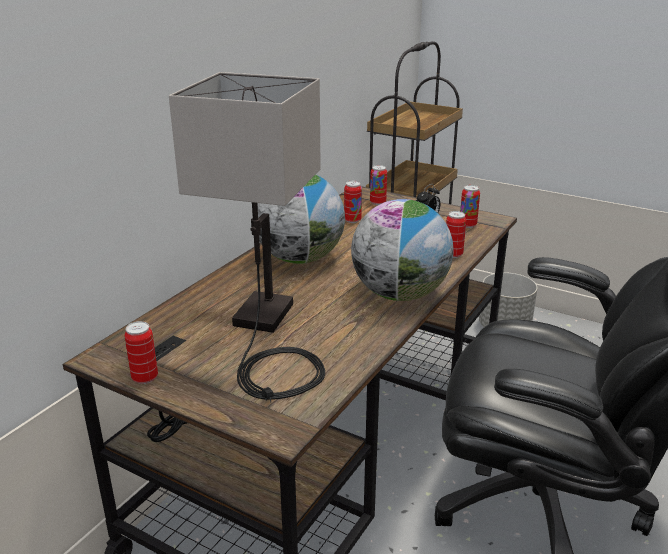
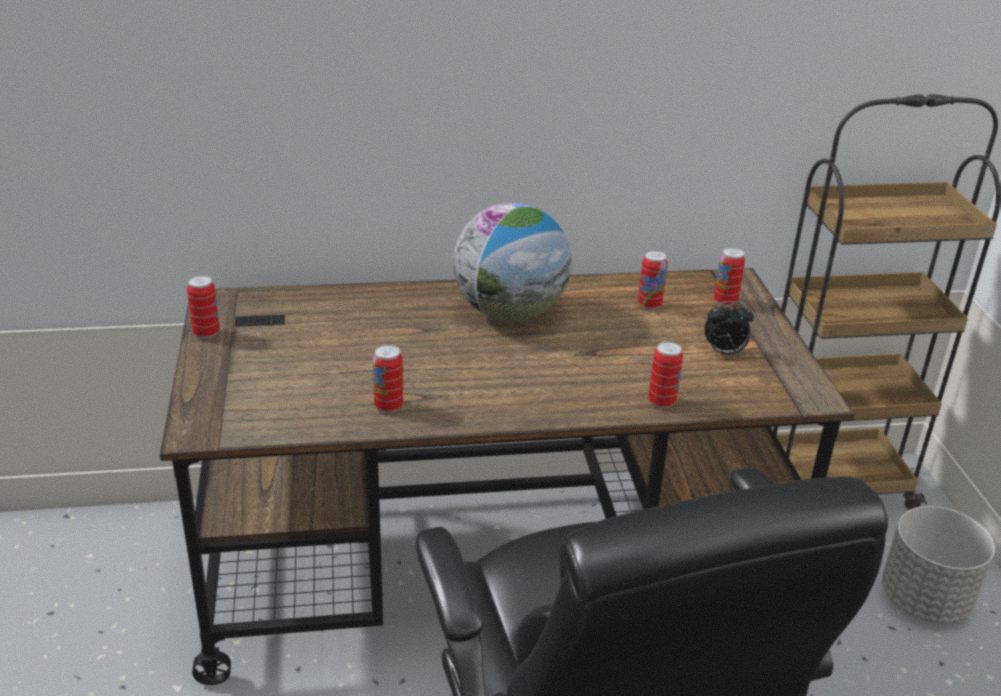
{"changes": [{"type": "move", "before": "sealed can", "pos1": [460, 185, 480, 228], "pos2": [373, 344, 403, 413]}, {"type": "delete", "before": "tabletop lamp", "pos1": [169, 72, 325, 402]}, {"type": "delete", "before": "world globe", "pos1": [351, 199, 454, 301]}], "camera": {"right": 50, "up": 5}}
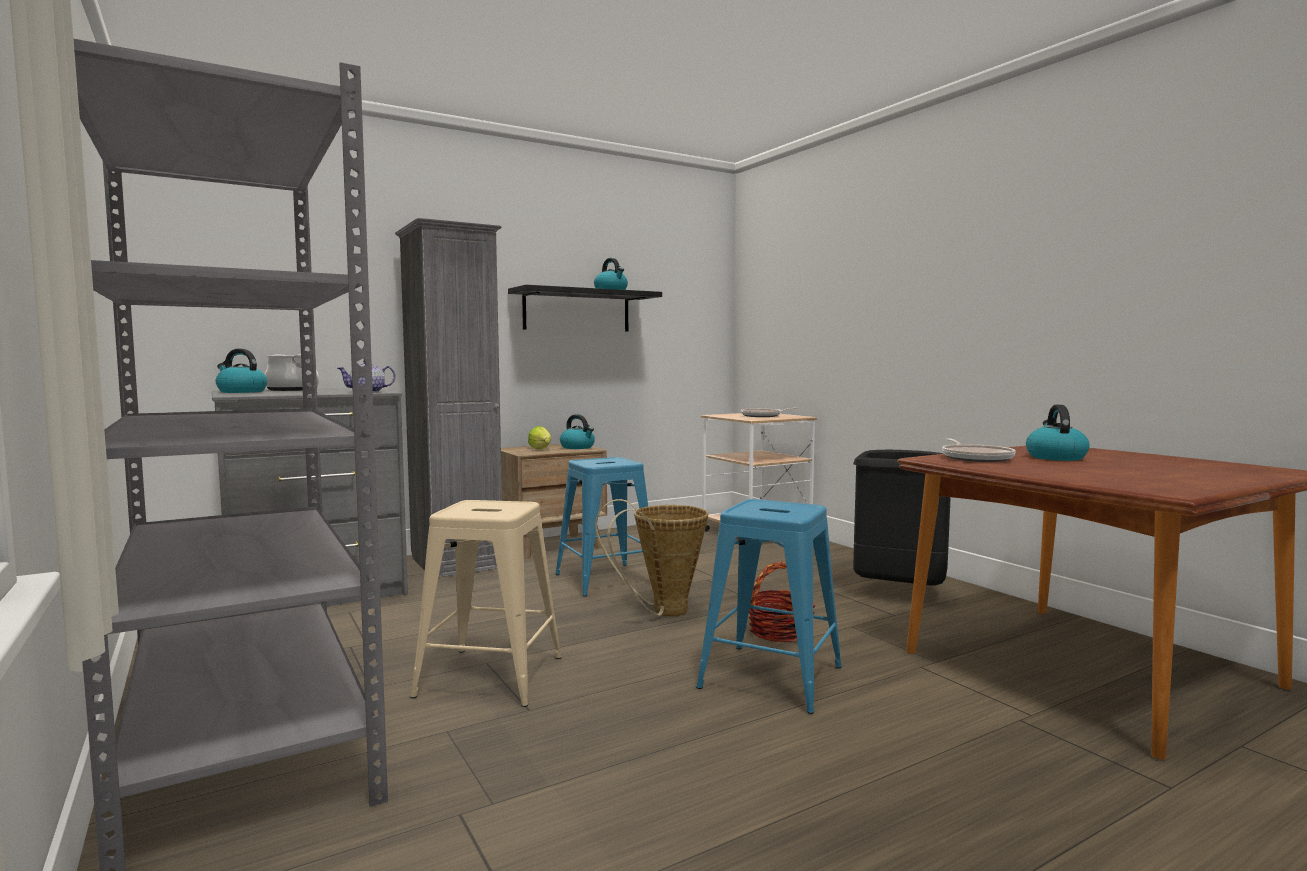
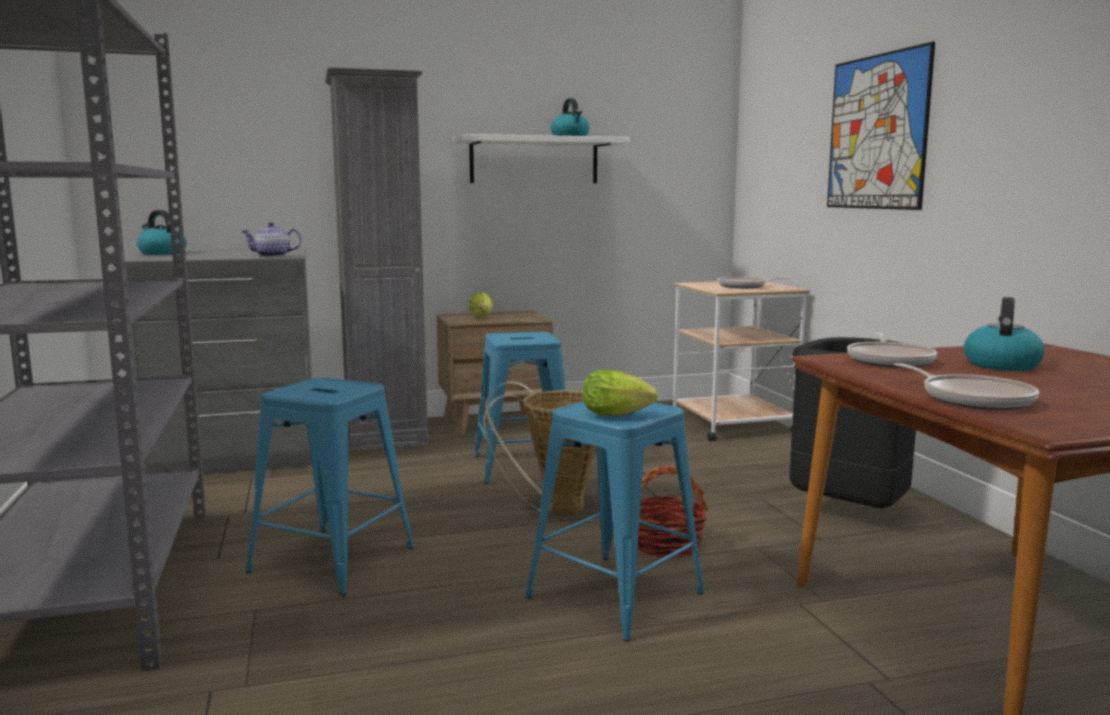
{"changes": [{"type": "recolor", "before": "sand-coloured stool seat", "after": "bluish stool seat", "pos1": [410, 500, 561, 707], "pos2": [246, 378, 414, 595]}, {"type": "recolor", "before": "blackish bracket shelf", "after": "whitish bracket shelf", "pos1": [508, 285, 662, 332], "pos2": [453, 134, 630, 183]}, {"type": "insert", "after": "lettuce head", "pos2": [583, 370, 658, 416]}, {"type": "insert", "after": "picture", "pos2": [827, 42, 935, 210]}, {"type": "insert", "after": "pan", "pos2": [894, 363, 1039, 410]}, {"type": "delete", "before": "cooking pot", "pos1": [265, 354, 319, 391]}, {"type": "delete", "before": "water kettle", "pos1": [560, 414, 595, 449]}], "camera": {"right": 15, "up": 5}}
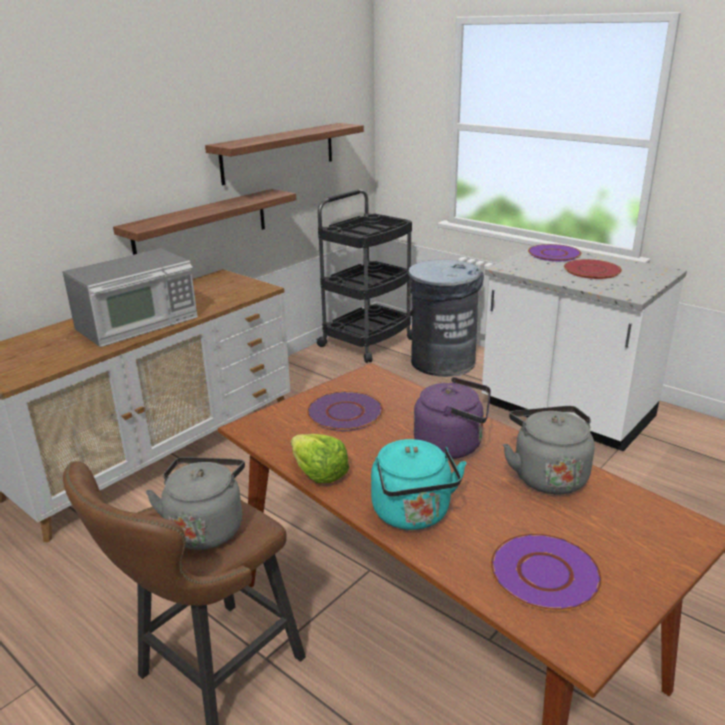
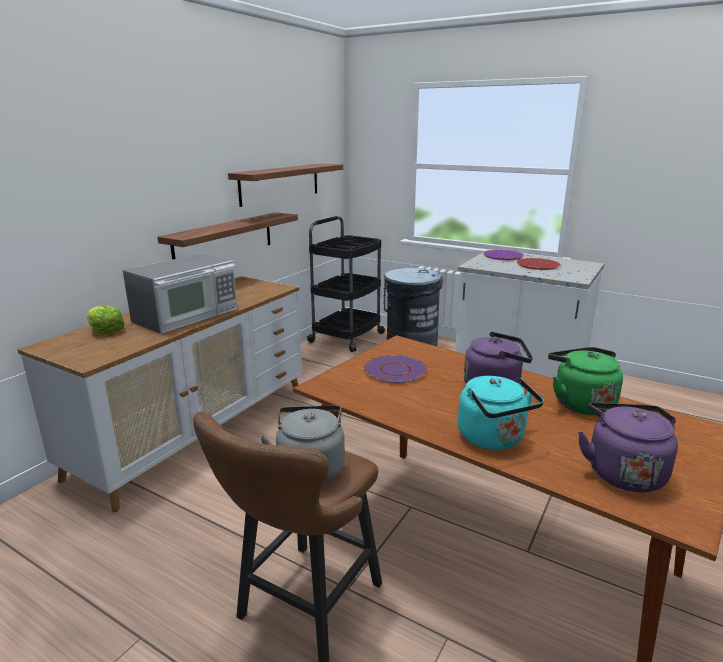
{"changes": [{"type": "move", "before": "lettuce head", "pos1": [291, 434, 349, 483], "pos2": [87, 306, 125, 334]}, {"type": "recolor", "before": "grey water kettle", "after": "greenish water kettle", "pos1": [503, 406, 595, 494], "pos2": [548, 347, 623, 415]}, {"type": "replace", "before": "purple-coloured plate", "after": "purple-coloured water kettle", "pos1": [490, 534, 602, 611], "pos2": [578, 403, 678, 492]}], "camera": {"right": -10, "up": -5}}
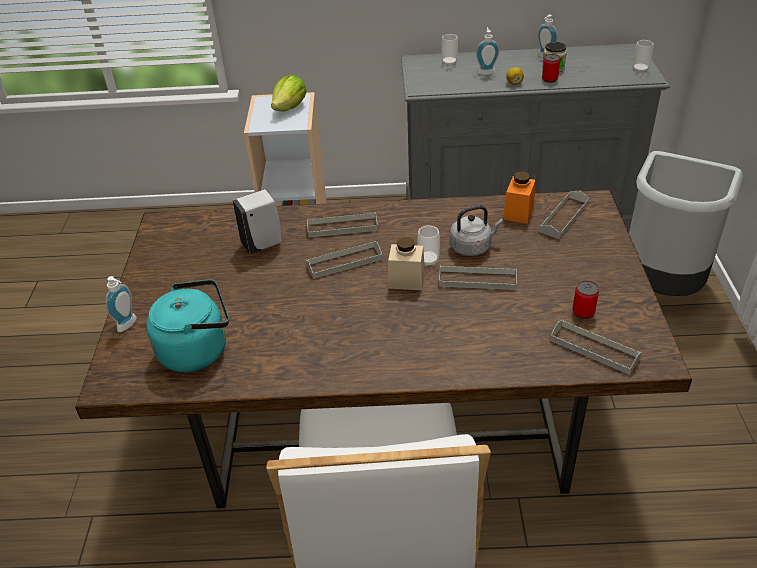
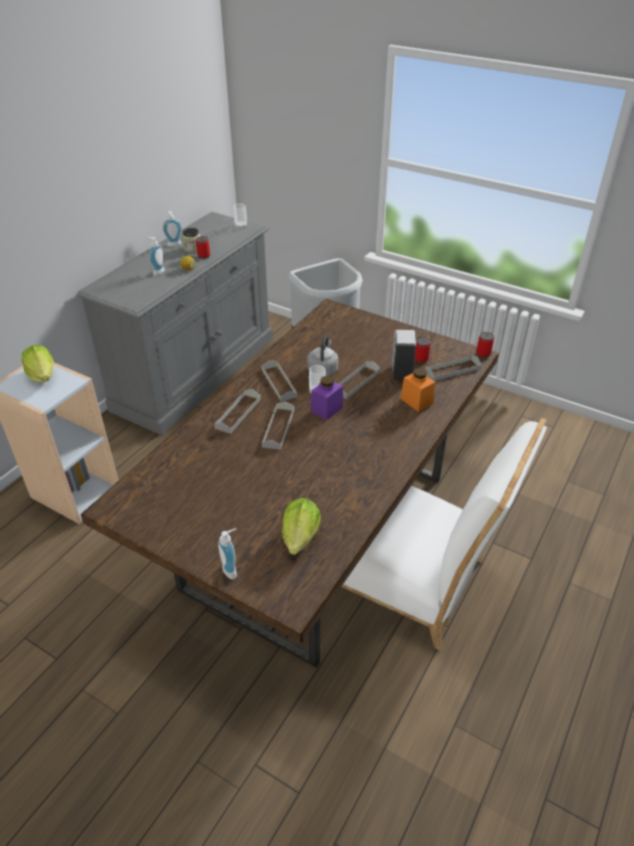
{"changes": [{"type": "move", "before": "grey serving tray", "pos1": [539, 190, 589, 239], "pos2": [262, 360, 298, 402]}, {"type": "replace", "before": "turquoise-coloured water kettle", "after": "lettuce head", "pos1": [146, 279, 229, 372], "pos2": [282, 498, 321, 555]}, {"type": "recolor", "before": "sand-coloured preserve jar", "after": "purple-coloured preserve jar", "pos1": [388, 237, 425, 290], "pos2": [310, 376, 343, 420]}, {"type": "move", "before": "whitish liquid soap bottle", "pos1": [233, 189, 281, 254], "pos2": [392, 330, 416, 379]}, {"type": "move", "before": "orangey preserve jar", "pos1": [503, 171, 536, 224], "pos2": [400, 368, 435, 412]}, {"type": "insert", "after": "sealed can", "pos2": [476, 332, 494, 358]}, {"type": "delete", "before": "cup", "pos1": [441, 34, 458, 66]}], "camera": {"right": -60, "up": 0}}
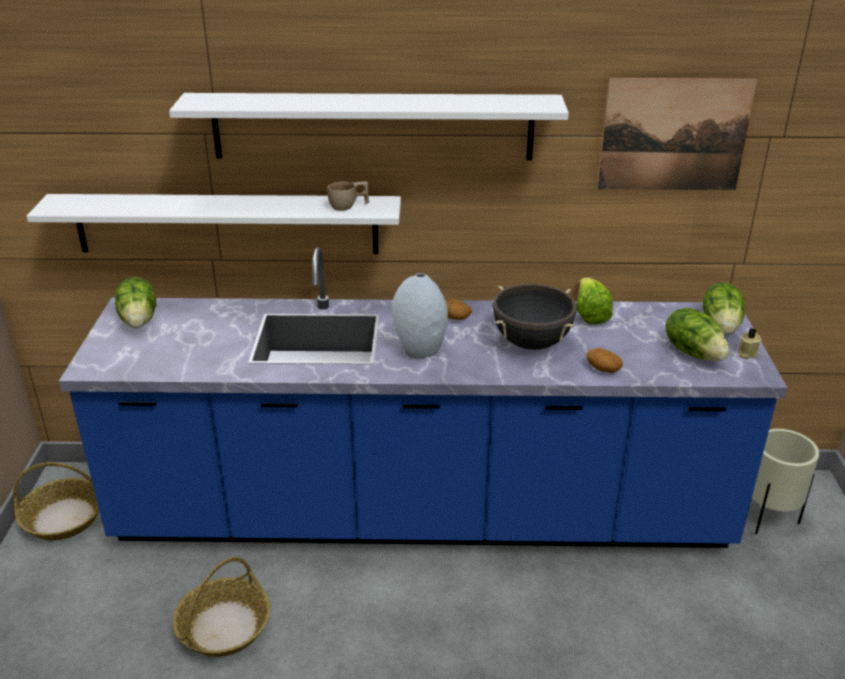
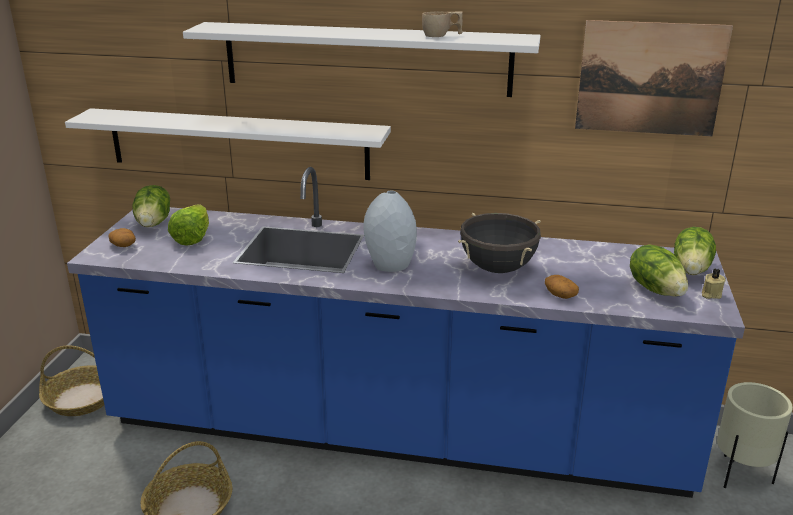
{"changes": [{"type": "move", "before": "whole potato", "pos1": [446, 299, 472, 320], "pos2": [108, 228, 136, 247]}, {"type": "move", "before": "lettuce head", "pos1": [576, 278, 613, 325], "pos2": [168, 204, 209, 246]}, {"type": "move", "before": "sand-coloured cup", "pos1": [327, 181, 369, 211], "pos2": [422, 11, 463, 37]}], "camera": {"right": 10, "up": -5}}
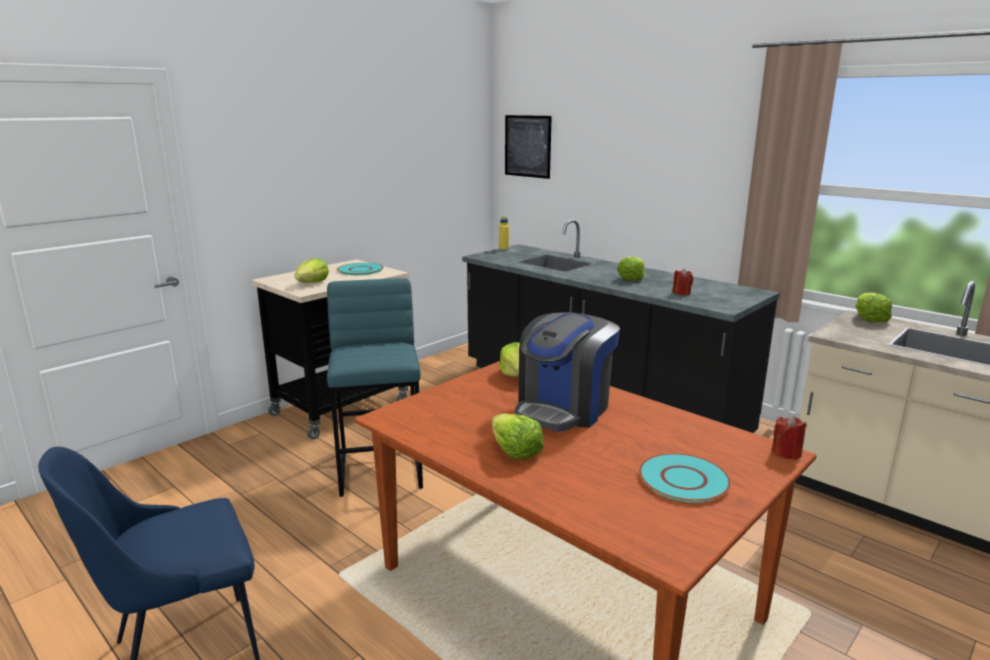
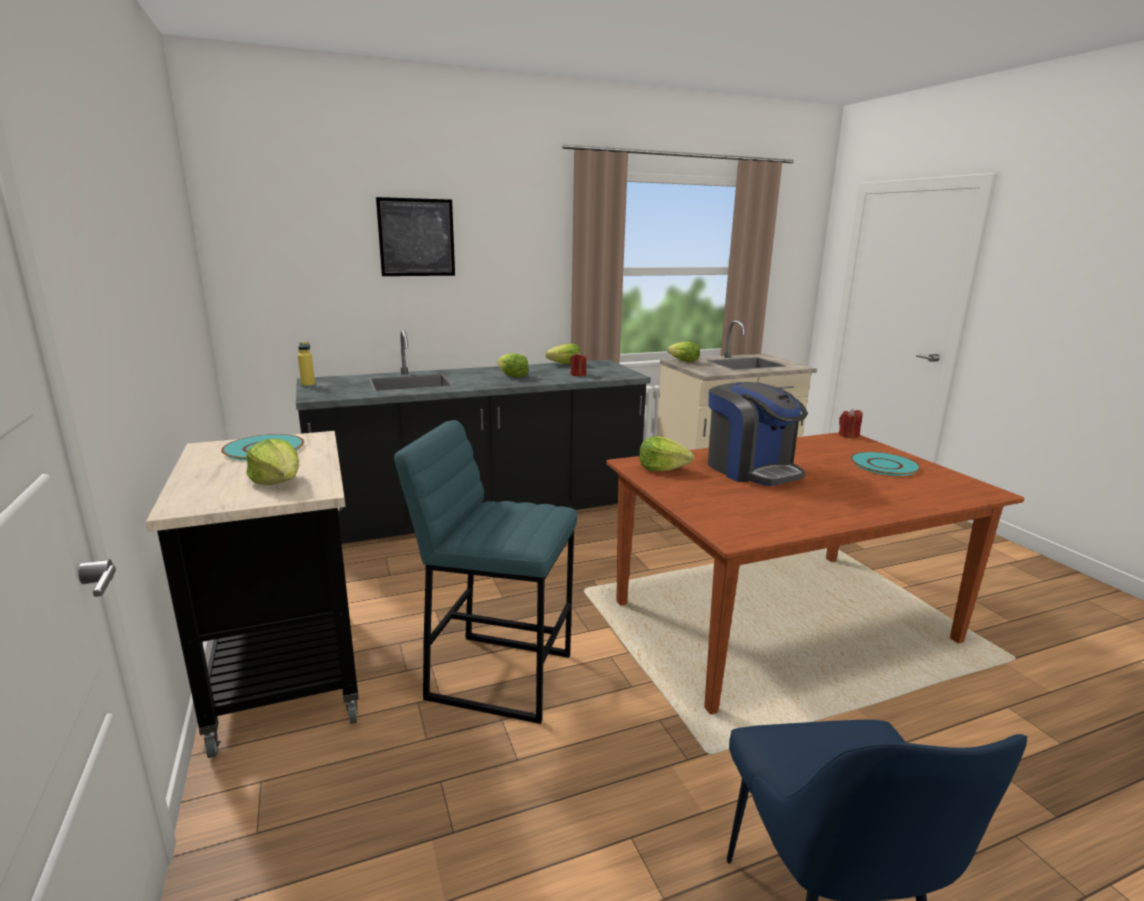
{"changes": [{"type": "move", "before": "picture", "pos1": [505, 115, 552, 179], "pos2": [376, 197, 455, 276]}, {"type": "move", "before": "lettuce head", "pos1": [492, 414, 544, 459], "pos2": [545, 344, 581, 365]}], "camera": {"right": -65, "up": 0}}
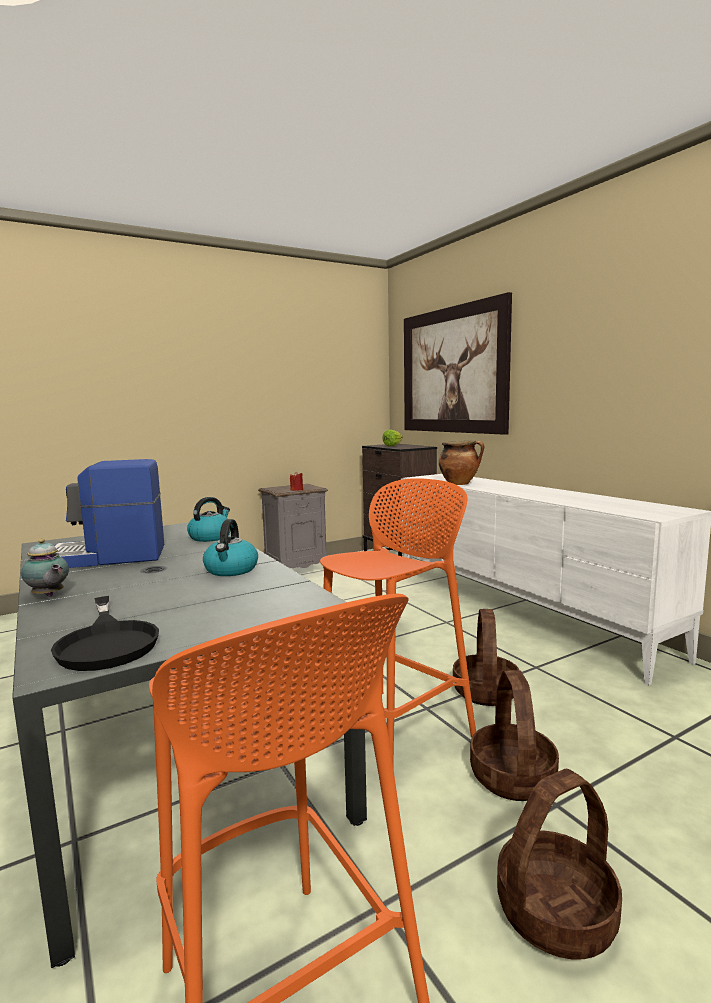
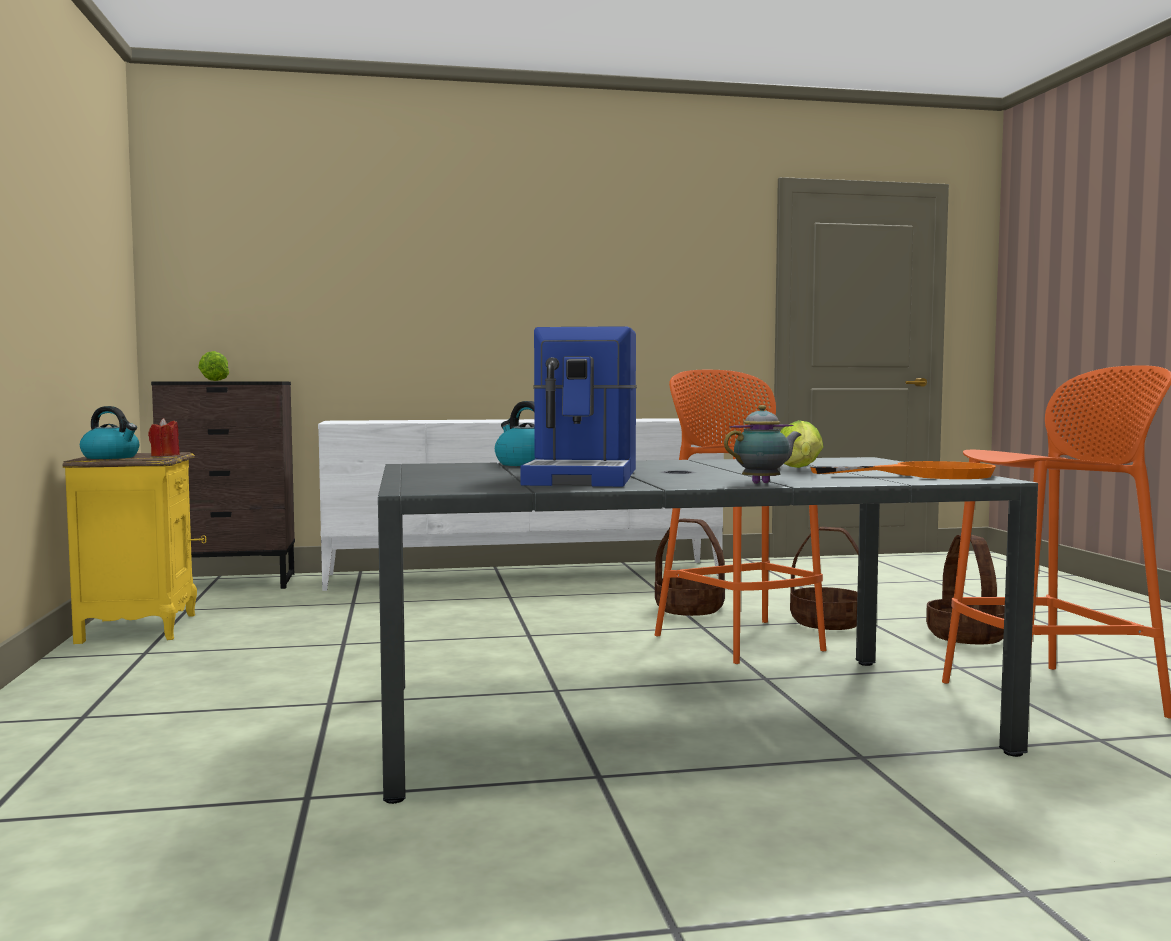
{"changes": [{"type": "recolor", "before": "grey nightstand", "after": "yellowish nightstand", "pos1": [258, 483, 328, 568], "pos2": [62, 452, 207, 644]}, {"type": "move", "before": "water kettle", "pos1": [203, 519, 258, 576], "pos2": [80, 406, 139, 459]}, {"type": "insert", "after": "lettuce head", "pos2": [780, 420, 823, 468]}, {"type": "recolor", "before": "blackish pan", "after": "orangey pan", "pos1": [51, 596, 159, 671], "pos2": [810, 461, 996, 479]}, {"type": "delete", "before": "picture", "pos1": [404, 292, 512, 435]}, {"type": "delete", "before": "cooking pot", "pos1": [439, 441, 484, 485]}], "camera": {"right": -70, "up": -5}}
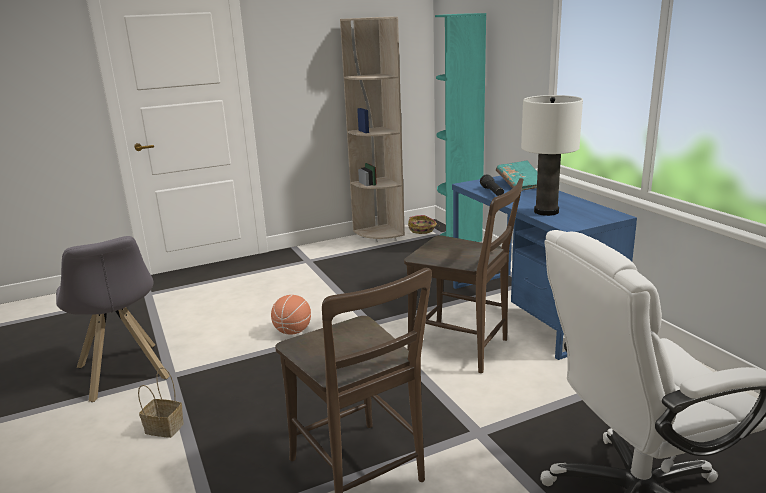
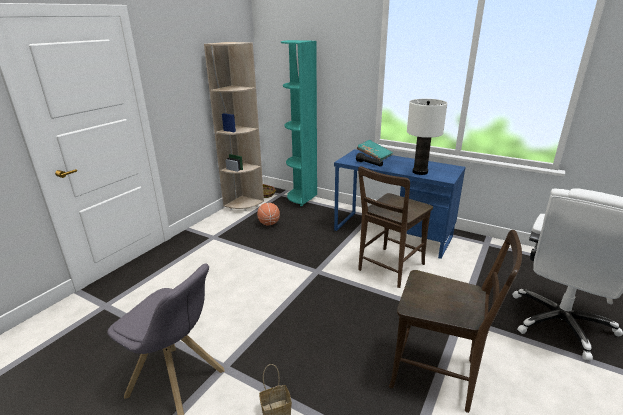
{"changes": [{"type": "move", "before": "basketball ball", "pos1": [271, 295, 311, 335], "pos2": [257, 203, 280, 226]}, {"type": "rotate", "before": "brown plain chair", "pos1": [404, 178, 523, 373], "pos2": [358, 166, 433, 288], "turn": 135}], "camera": {"right": -35, "up": 5}}
